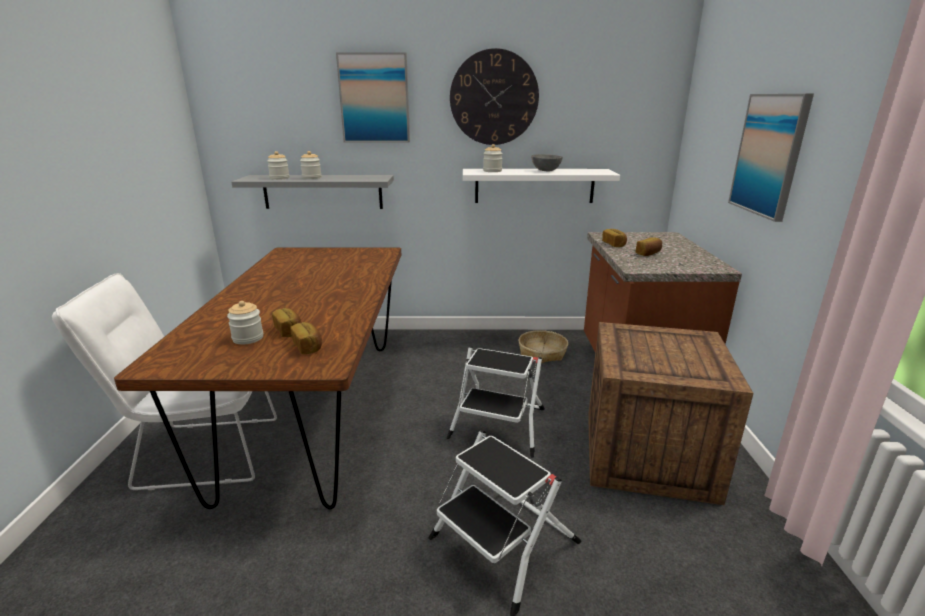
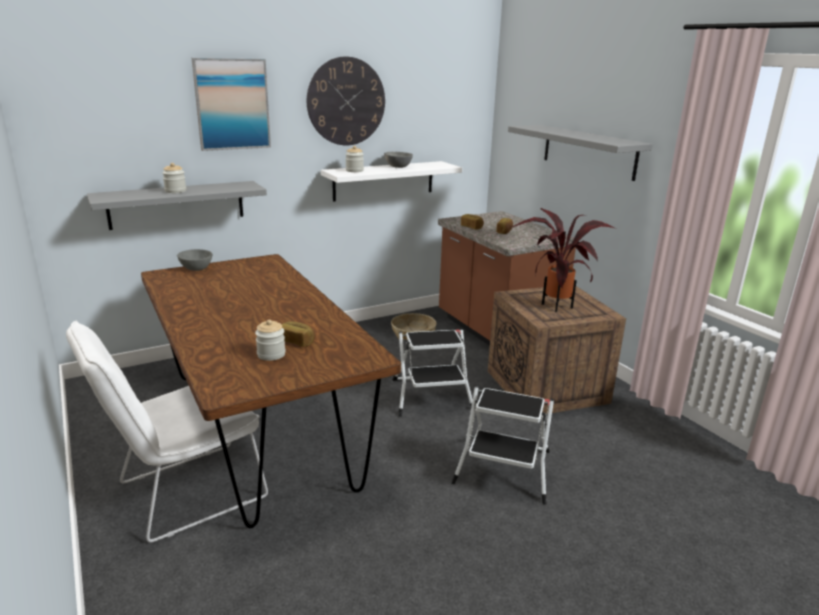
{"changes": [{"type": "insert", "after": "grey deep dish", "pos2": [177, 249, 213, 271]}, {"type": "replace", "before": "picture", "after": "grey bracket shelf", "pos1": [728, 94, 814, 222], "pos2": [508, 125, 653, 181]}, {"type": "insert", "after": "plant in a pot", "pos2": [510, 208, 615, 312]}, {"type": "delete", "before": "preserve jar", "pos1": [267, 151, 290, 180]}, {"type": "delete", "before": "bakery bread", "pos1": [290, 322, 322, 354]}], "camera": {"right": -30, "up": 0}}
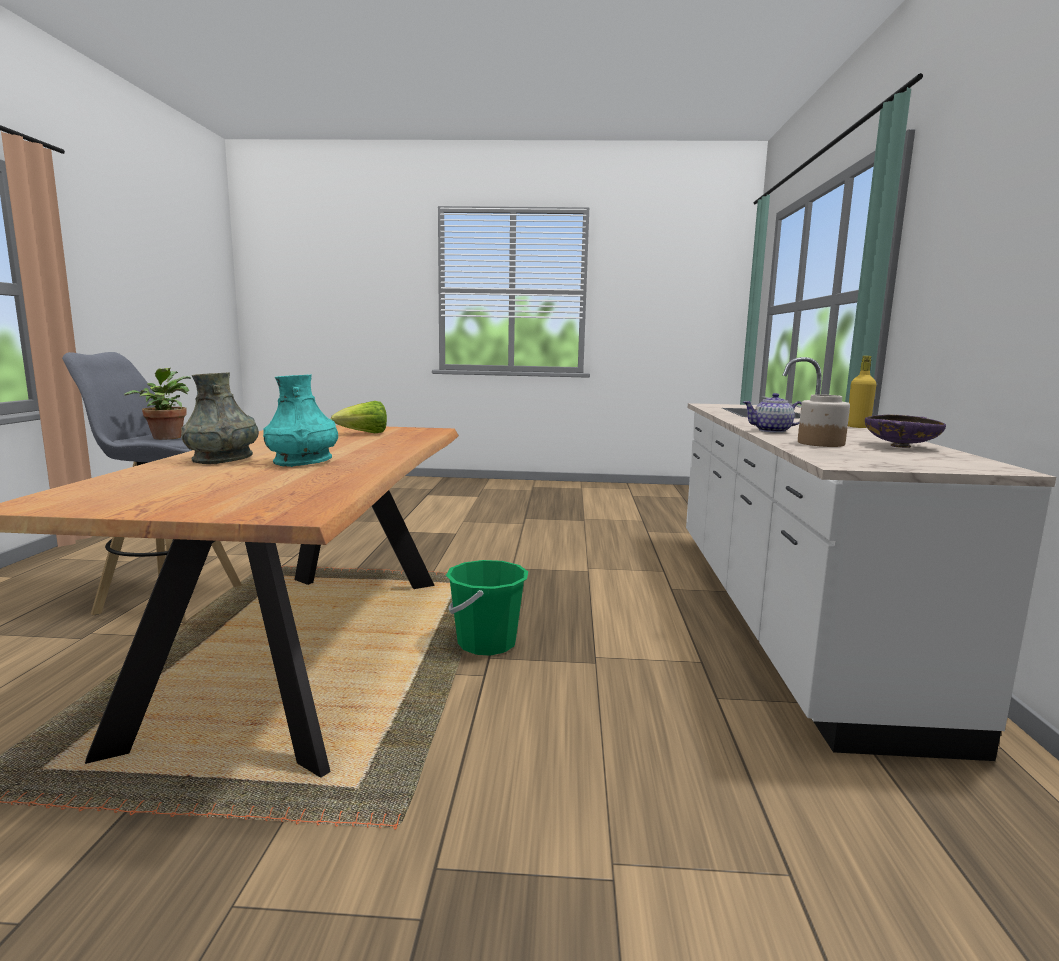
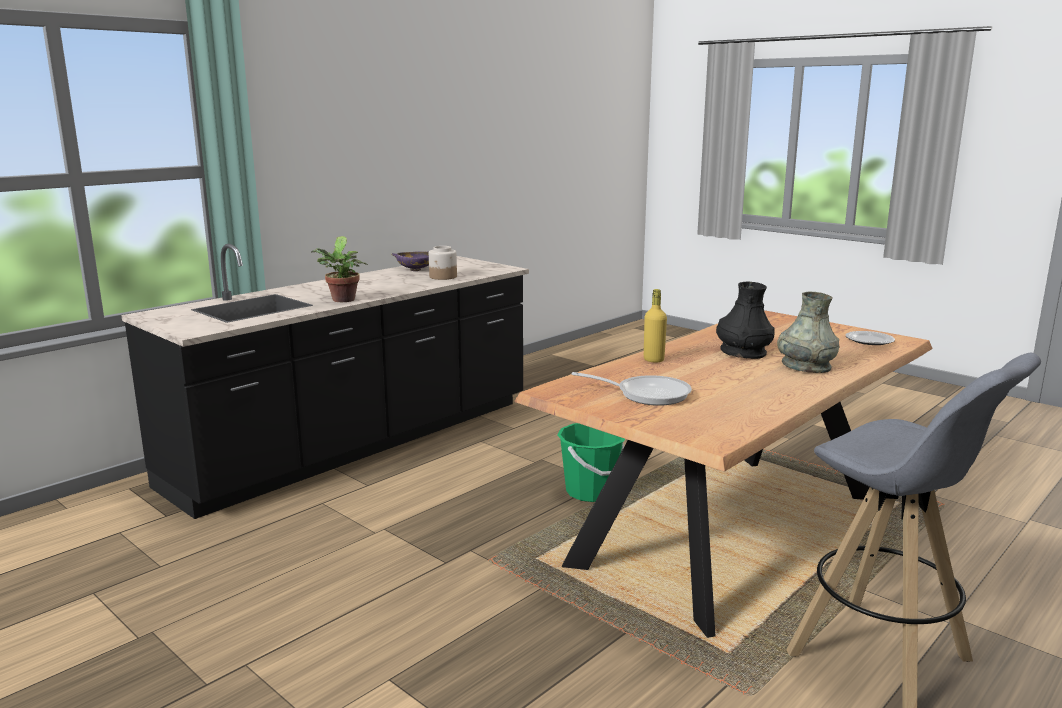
{"changes": [{"type": "recolor", "before": "whitish kitchen base unit", "after": "blackish kitchen base unit", "pos1": [686, 357, 1056, 761], "pos2": [121, 244, 529, 519]}, {"type": "move", "before": "plant in a pot", "pos1": [124, 368, 191, 440], "pos2": [311, 236, 368, 302]}, {"type": "replace", "before": "lettuce head", "after": "pan", "pos1": [331, 401, 387, 433], "pos2": [572, 372, 692, 406]}, {"type": "move", "before": "yellowish beverage bottle", "pos1": [848, 356, 876, 428], "pos2": [644, 289, 667, 362]}, {"type": "recolor", "before": "turquoise-coloured flower vase", "after": "blackish flower vase", "pos1": [263, 374, 338, 467], "pos2": [716, 282, 775, 359]}, {"type": "insert", "after": "plate", "pos2": [846, 331, 895, 345]}, {"type": "delete", "before": "teapot", "pos1": [743, 393, 802, 433]}], "camera": {"right": -140, "up": 5}}
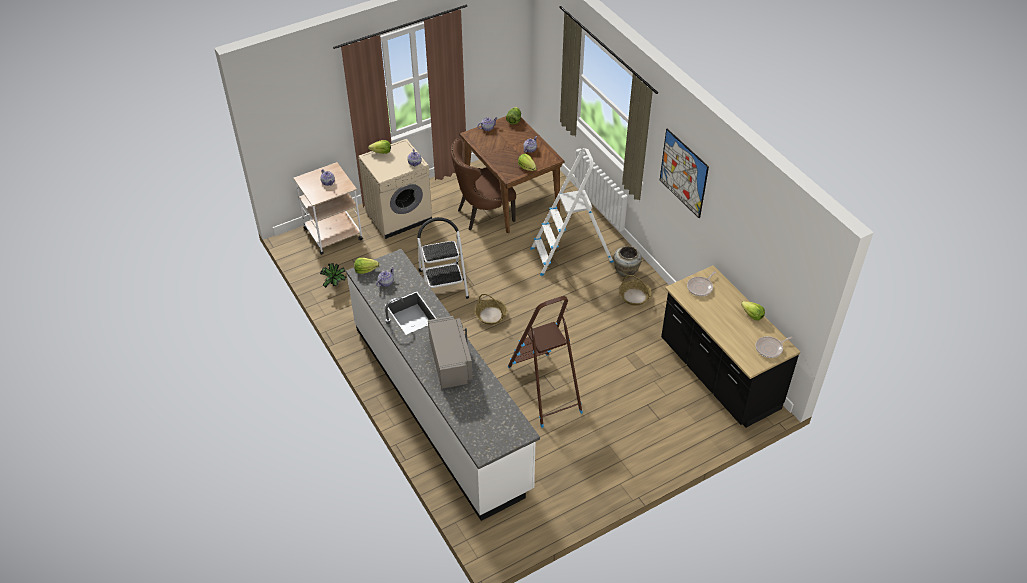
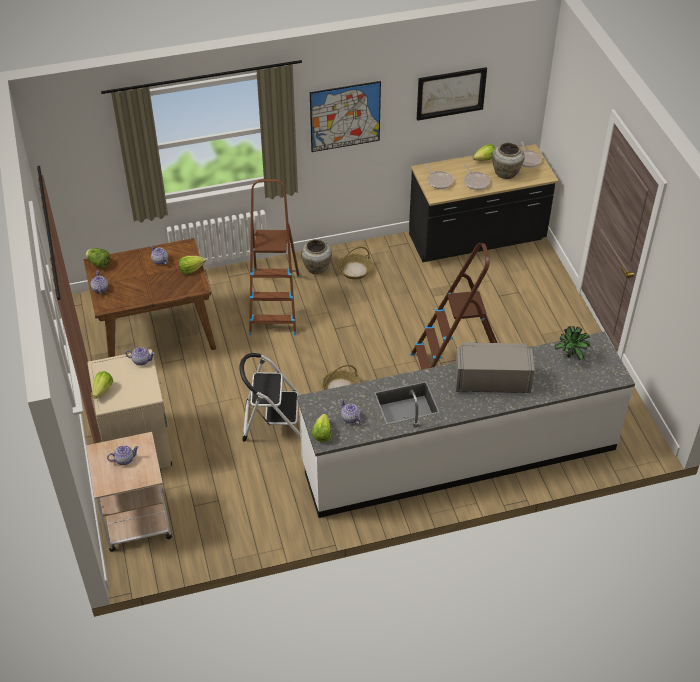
{"changes": [{"type": "recolor", "before": "whitish step ladder", "after": "brown step ladder", "pos1": [530, 148, 614, 276], "pos2": [249, 179, 300, 336]}, {"type": "insert", "after": "picture", "pos2": [417, 67, 487, 121]}, {"type": "insert", "after": "pan", "pos2": [464, 164, 490, 190]}, {"type": "insert", "after": "sand-coloured flower vase", "pos2": [492, 142, 525, 179]}, {"type": "move", "before": "plant in a pot", "pos1": [320, 263, 347, 288], "pos2": [555, 326, 590, 360]}, {"type": "delete", "before": "brown plain chair", "pos1": [451, 139, 516, 230]}], "camera": {"right": -75, "up": 0}}
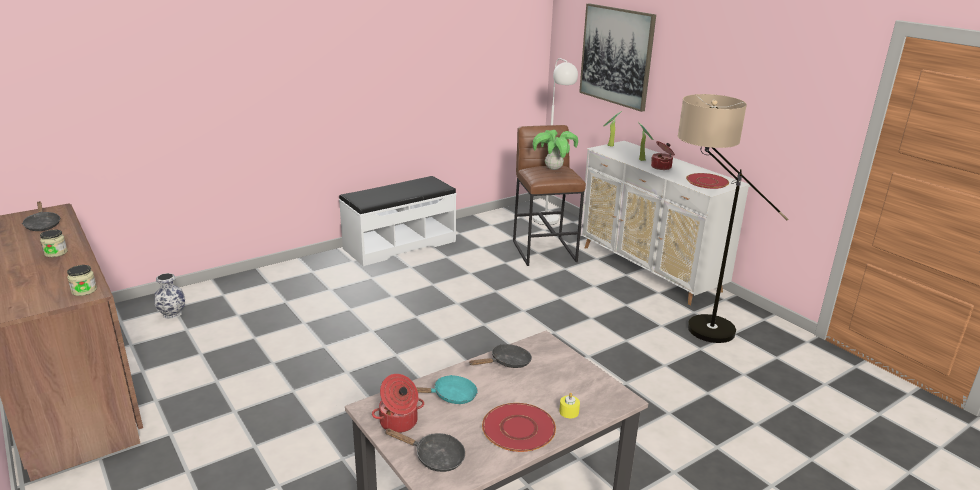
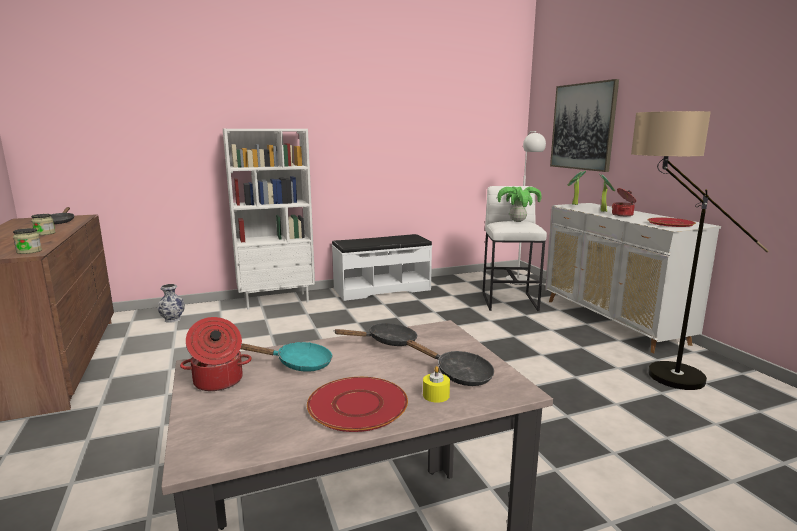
{"changes": [{"type": "insert", "after": "whitish bookshelf", "pos2": [223, 129, 315, 310]}, {"type": "move", "before": "blackish pan", "pos1": [384, 429, 465, 472], "pos2": [406, 340, 494, 386]}, {"type": "recolor", "before": "brown stool seat", "after": "whitish stool seat", "pos1": [513, 125, 586, 266], "pos2": [482, 186, 547, 311]}], "camera": {"right": 15, "up": -10}}
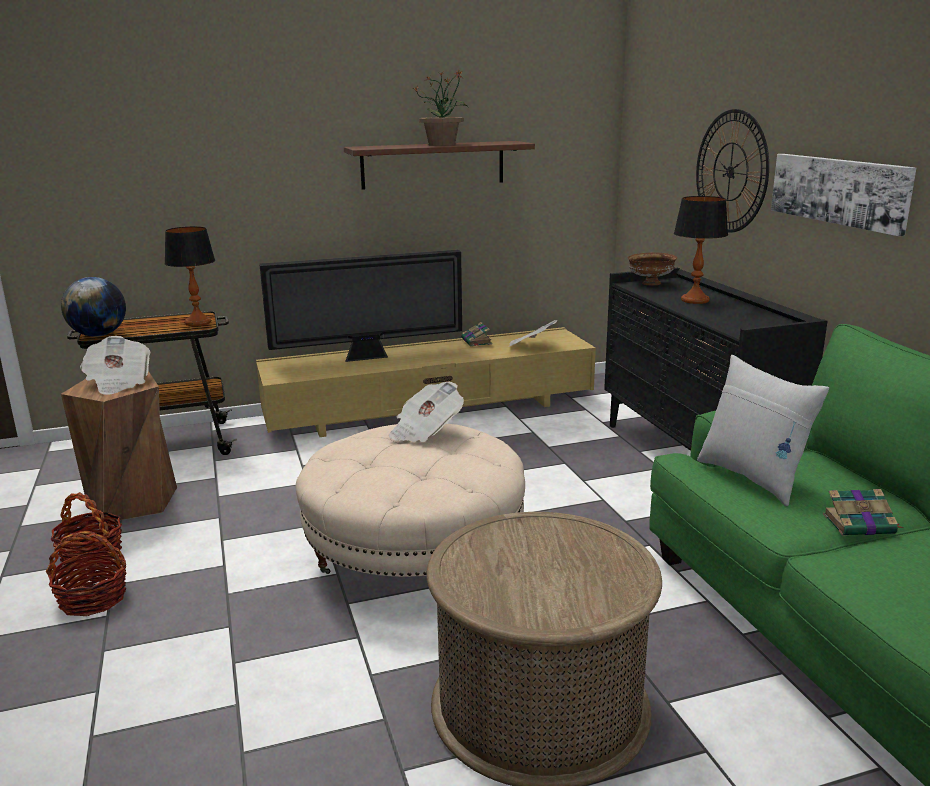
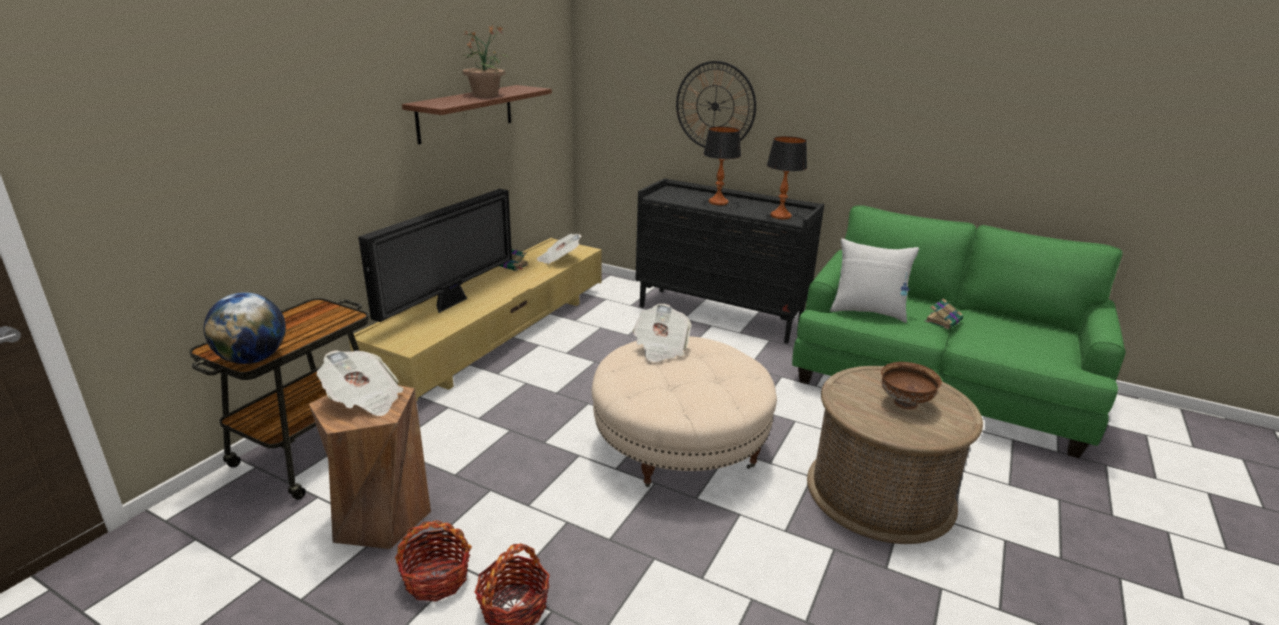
{"changes": [{"type": "move", "before": "tabletop lamp", "pos1": [164, 226, 215, 326], "pos2": [767, 136, 807, 219]}, {"type": "move", "before": "brown deep dish", "pos1": [628, 253, 677, 285], "pos2": [881, 362, 942, 409]}, {"type": "delete", "before": "picture", "pos1": [771, 154, 916, 236]}], "camera": {"right": -45, "up": 5}}
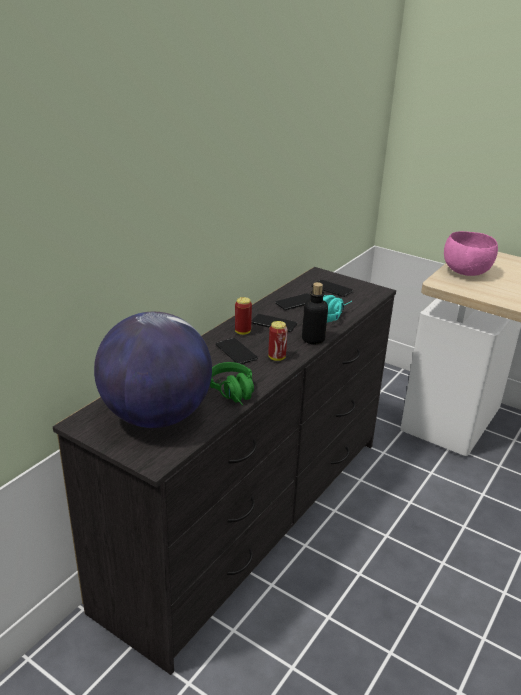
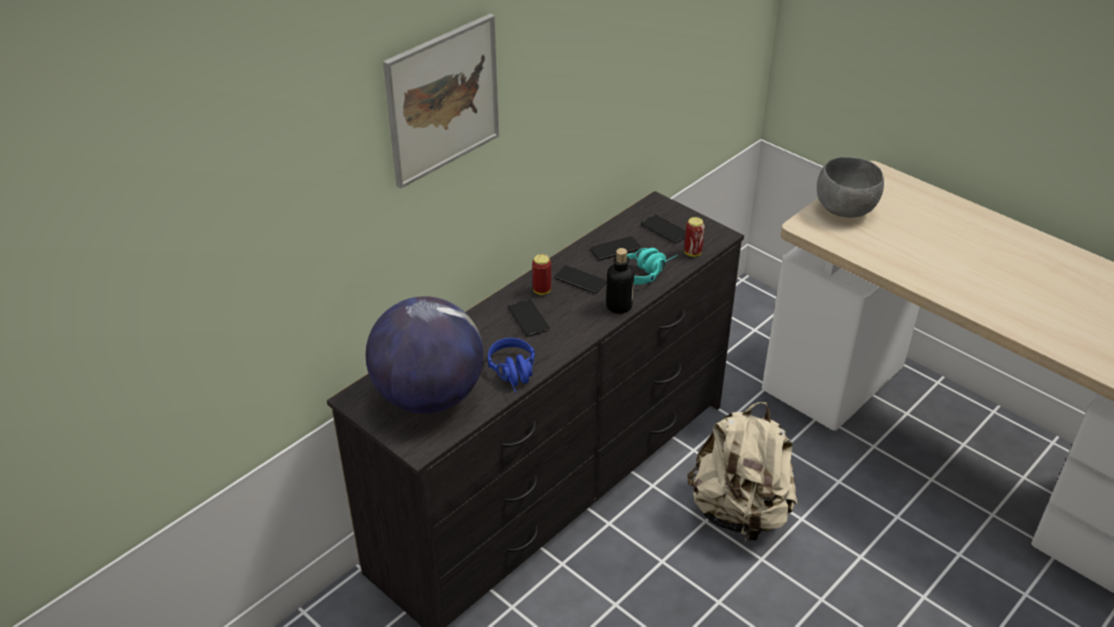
{"changes": [{"type": "insert", "after": "picture", "pos2": [383, 14, 499, 189]}, {"type": "recolor", "before": "greenish headphones", "after": "bluish headphones", "pos1": [210, 362, 254, 406], "pos2": [488, 338, 535, 393]}, {"type": "move", "before": "sealed can", "pos1": [268, 321, 288, 361], "pos2": [684, 217, 705, 257]}, {"type": "insert", "after": "sand-coloured knapsack", "pos2": [687, 402, 798, 543]}, {"type": "recolor", "before": "pinkish deep dish", "after": "grey deep dish", "pos1": [444, 231, 498, 276], "pos2": [817, 157, 884, 218]}], "camera": {"right": 10, "up": 10}}
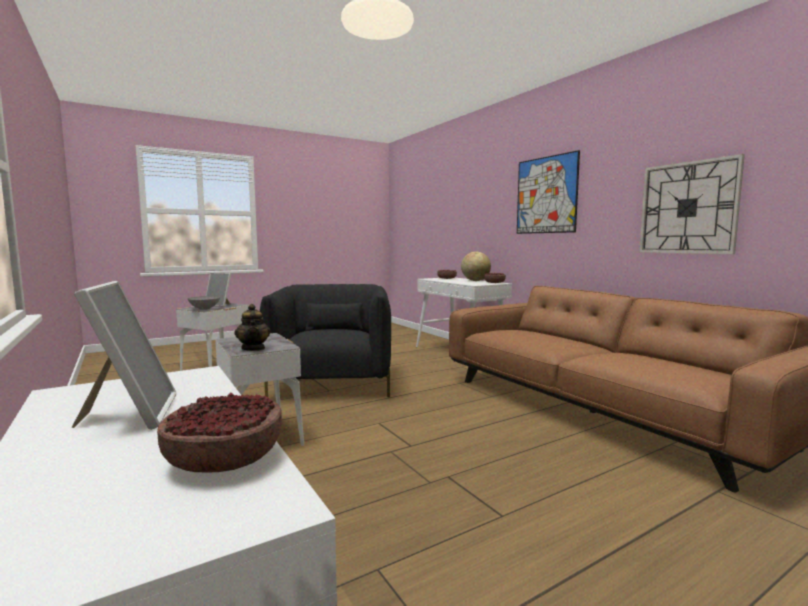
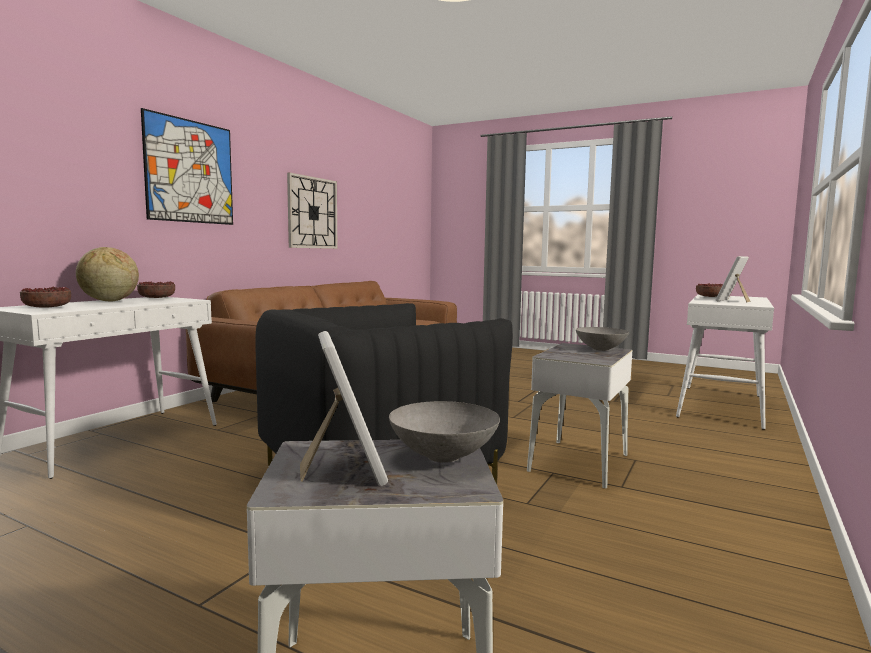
{"changes": [{"type": "replace", "before": "teapot", "after": "grey deep dish", "pos1": [234, 304, 271, 351], "pos2": [576, 327, 629, 351]}], "camera": {"right": -120, "up": 0}}
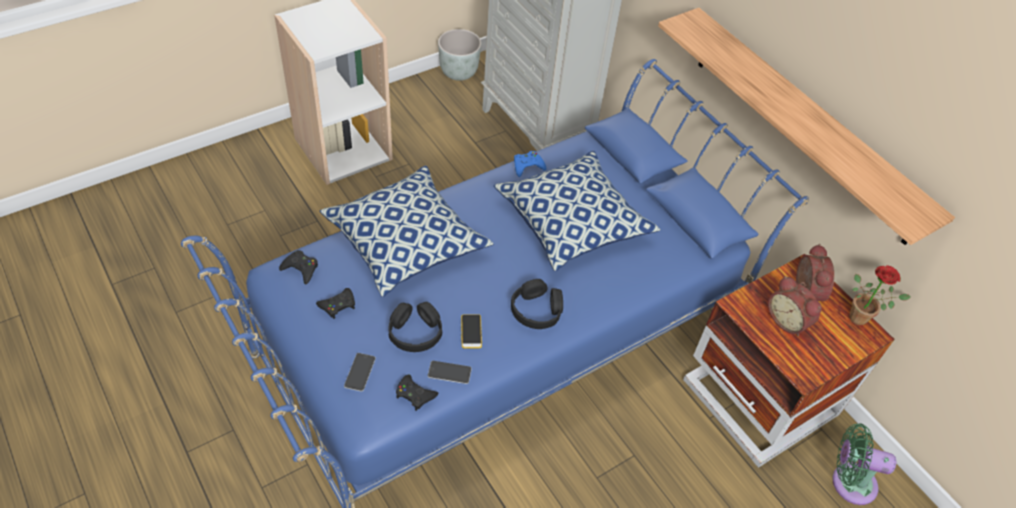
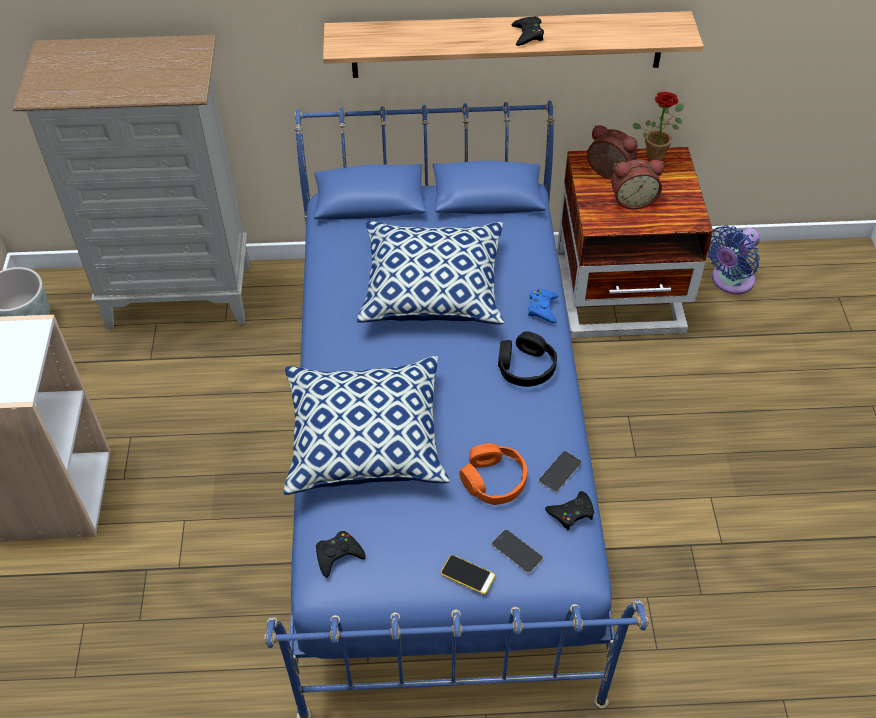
{"changes": [{"type": "move", "before": "telephone", "pos1": [461, 314, 482, 348], "pos2": [440, 555, 495, 594]}, {"type": "recolor", "before": "blackish headphones", "after": "orangey headphones", "pos1": [389, 302, 442, 352], "pos2": [459, 443, 527, 505]}, {"type": "move", "before": "blackish game controller", "pos1": [316, 288, 355, 319], "pos2": [512, 16, 544, 46]}, {"type": "move", "before": "bluish game controller", "pos1": [514, 151, 546, 177], "pos2": [528, 289, 559, 323]}, {"type": "recolor", "before": "greenish electric fan", "after": "bluish electric fan", "pos1": [833, 423, 896, 505], "pos2": [707, 225, 760, 294]}], "camera": {"right": -55, "up": 0}}
